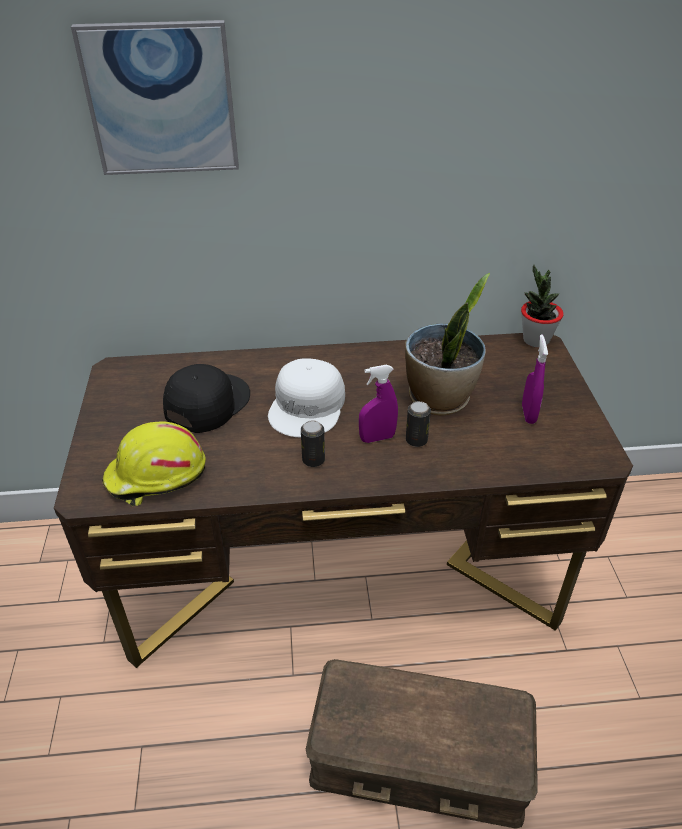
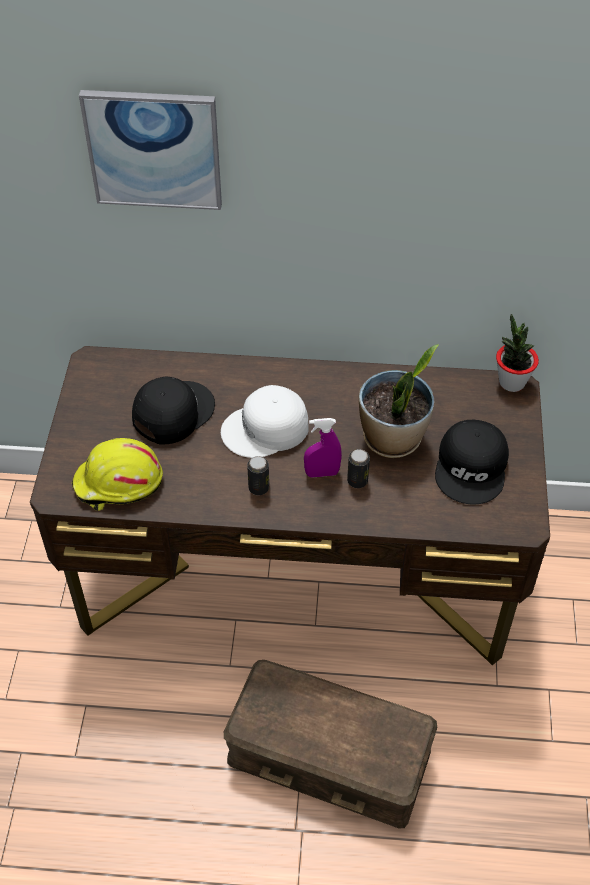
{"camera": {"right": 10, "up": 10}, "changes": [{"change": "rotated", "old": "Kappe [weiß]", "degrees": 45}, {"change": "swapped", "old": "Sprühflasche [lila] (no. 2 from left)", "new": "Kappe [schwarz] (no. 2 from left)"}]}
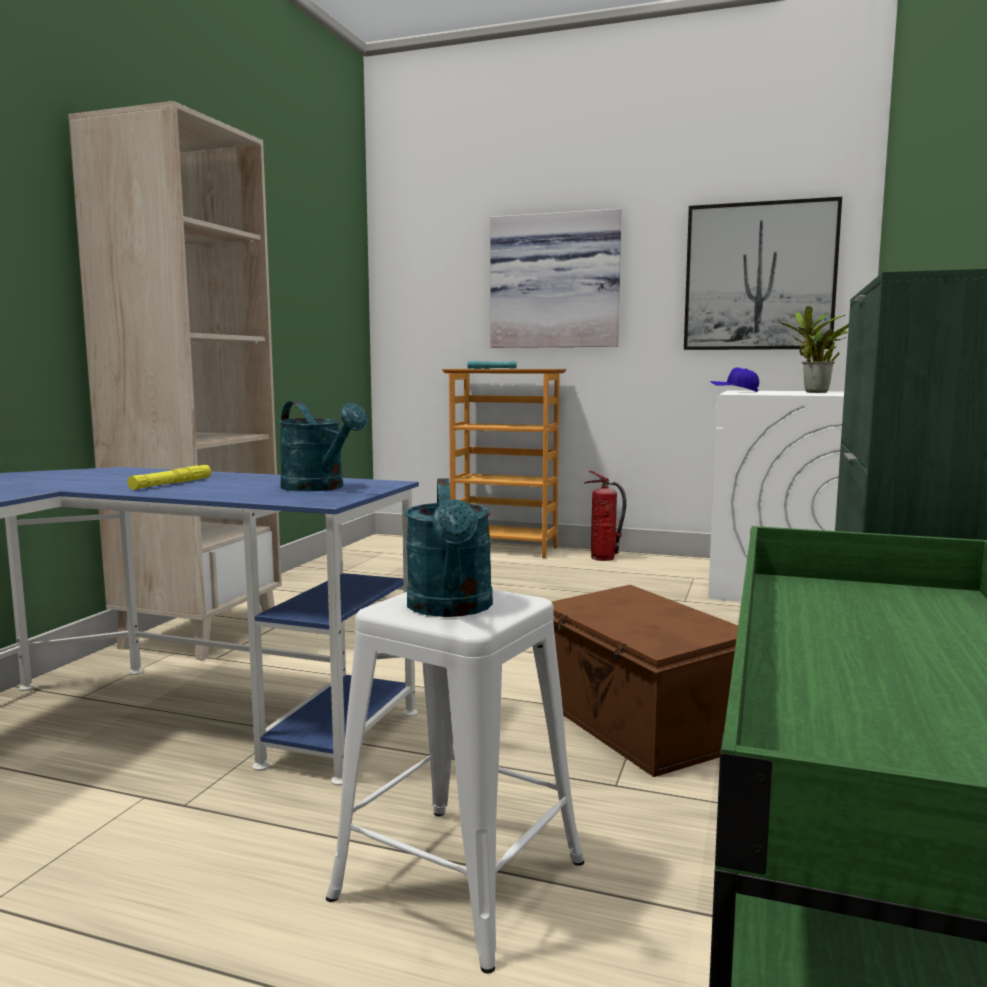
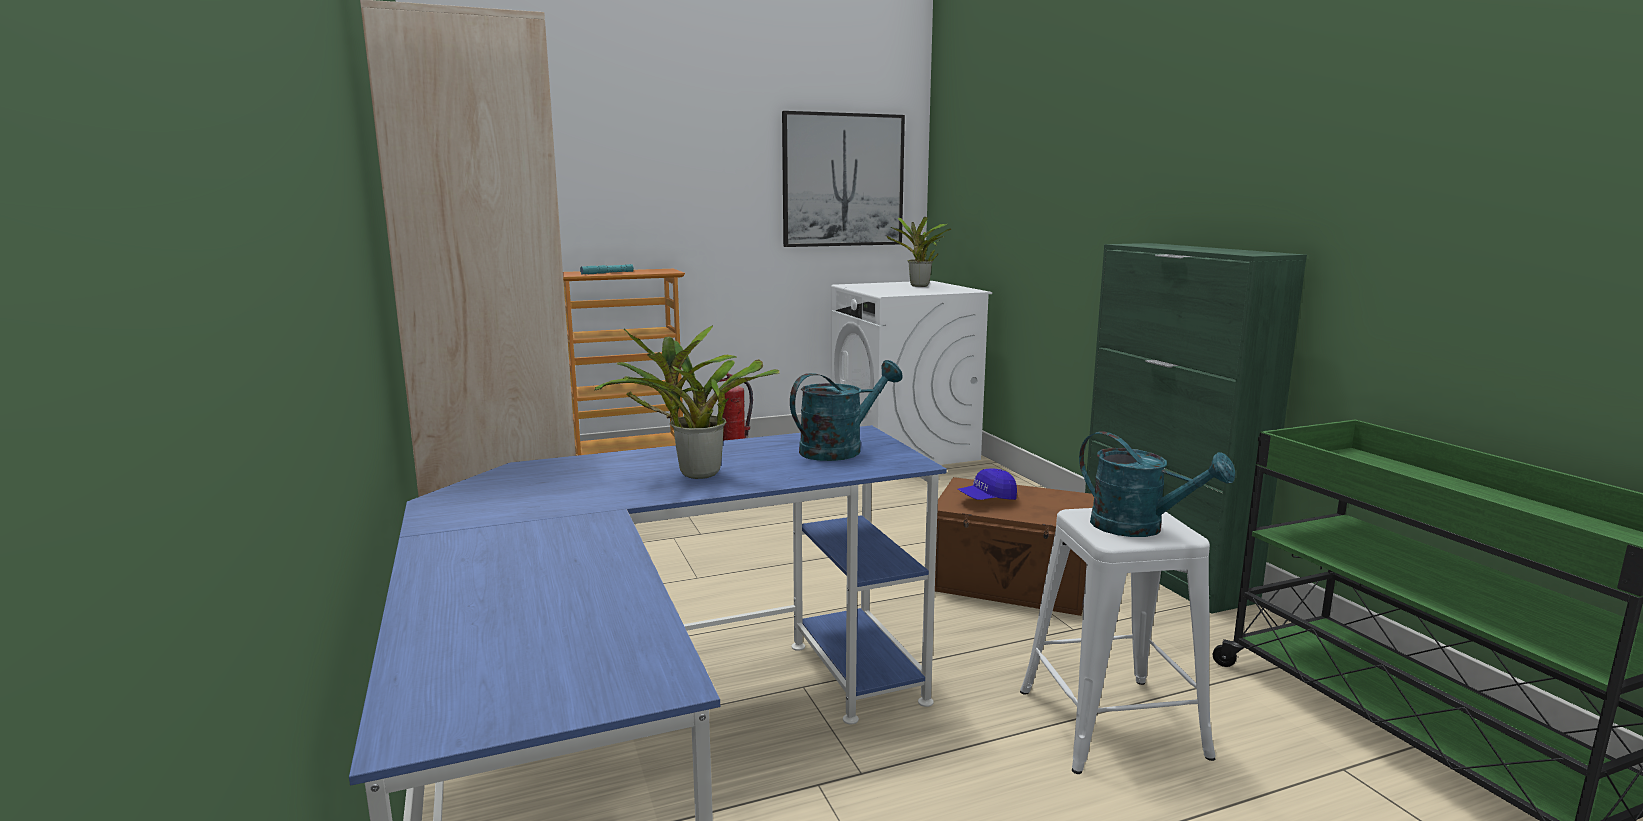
{"camera": {"right": -40, "up": 5}, "changes": [{"change": "swapped", "old": "Taschenlampe [gelb]", "new": "Topfpflanze (no. 1 from left)"}, {"change": "rotated", "old": "Gießkanne [türkis] (no. 1 from left)", "degrees": -45}, {"change": "gone", "old": "Bild (no. 1 from left)"}, {"change": "shifted", "old": "Kappe [blau]"}]}
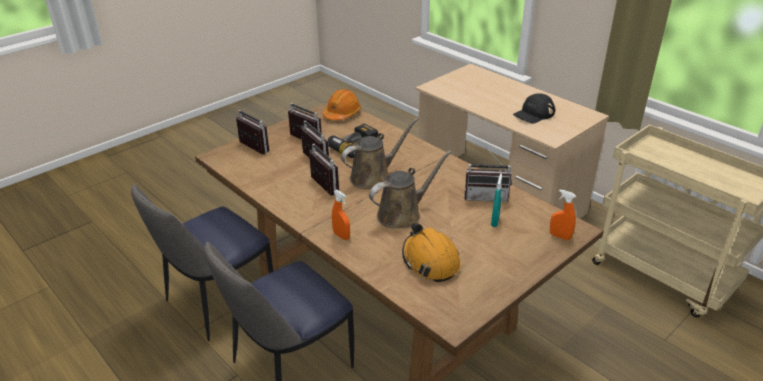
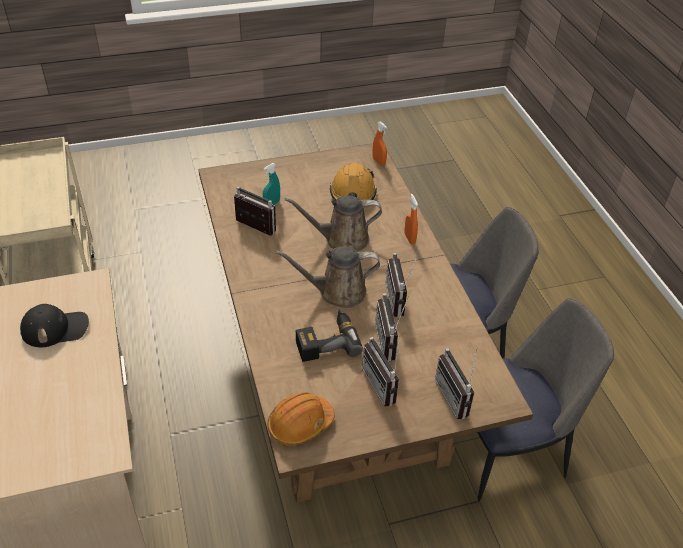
{"camera": {"right": -155, "up": 10}, "changes": [{"change": "shifted", "old": "Sprühflasche [orange] (no. 2 from left in the first image)", "new": "Sprühflasche [orange] (no. 1 from left)"}]}
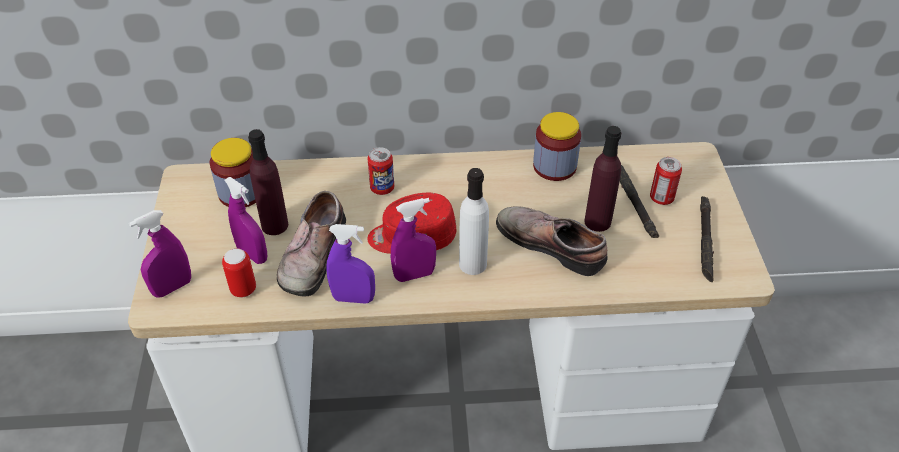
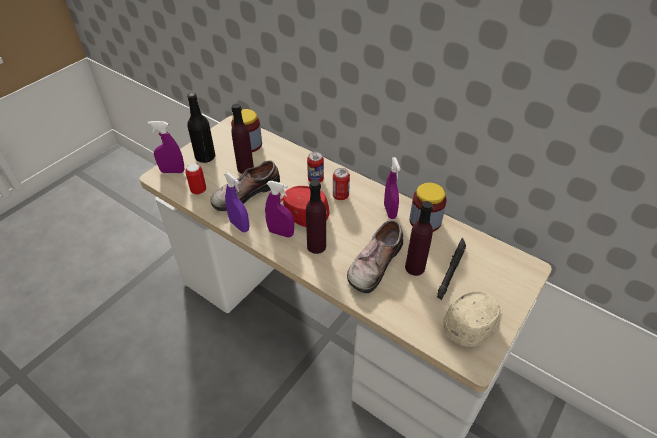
{"camera": {"right": 40, "up": 0}, "changes": [{"change": "shifted", "old": "Sprühflasche [lila] (no. 2 from left in the first image)", "new": "Sprühflasche [lila] (no. 4 from left)"}, {"change": "repainted", "old": "Flasche [weiß]", "new": "Flasche [lila] (no. 2 from left)"}, {"change": "rotated", "old": "Schuh (no. 2 from left)", "degrees": -135}, {"change": "shifted", "old": "Dose (no. 3 from left)"}, {"change": "swapped", "old": "Taschenlampe [schwarz] (no. 2 from left)", "new": "Kappe [beige]"}, {"change": "new", "new": "Flasche [schwarz]"}]}
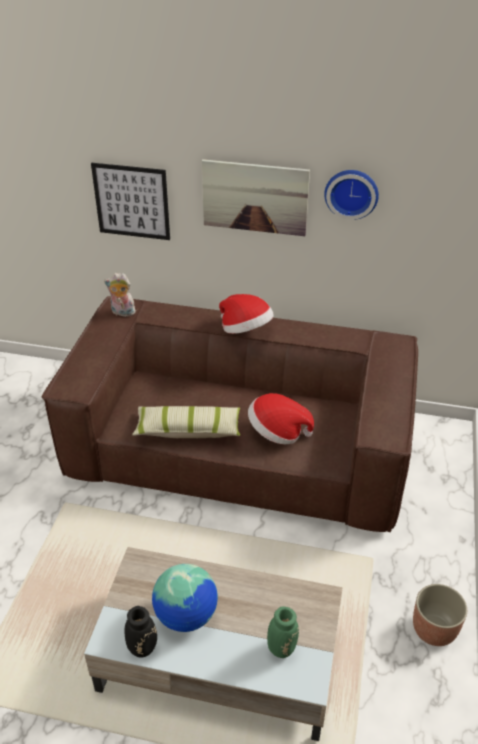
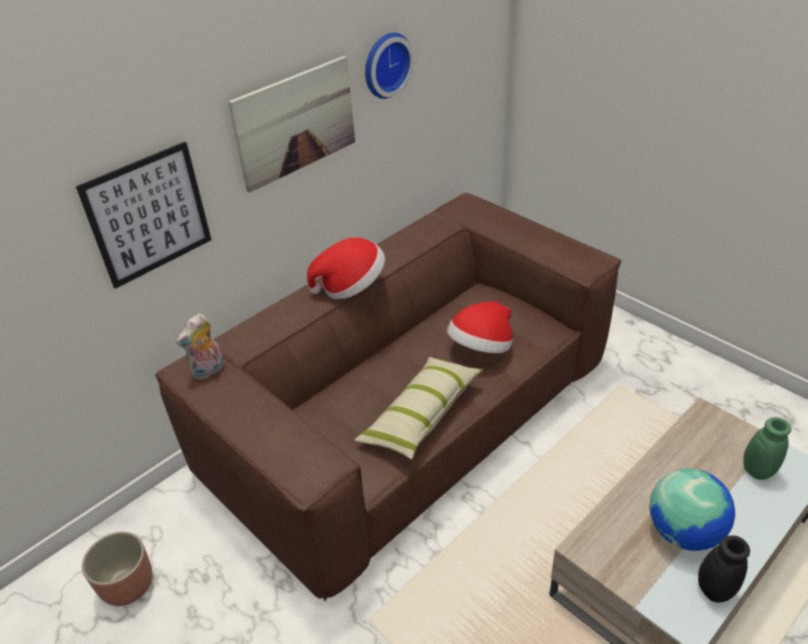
{"camera": {"right": -55, "up": 0}, "changes": [{"change": "shifted", "old": "Pflanzkübel"}]}
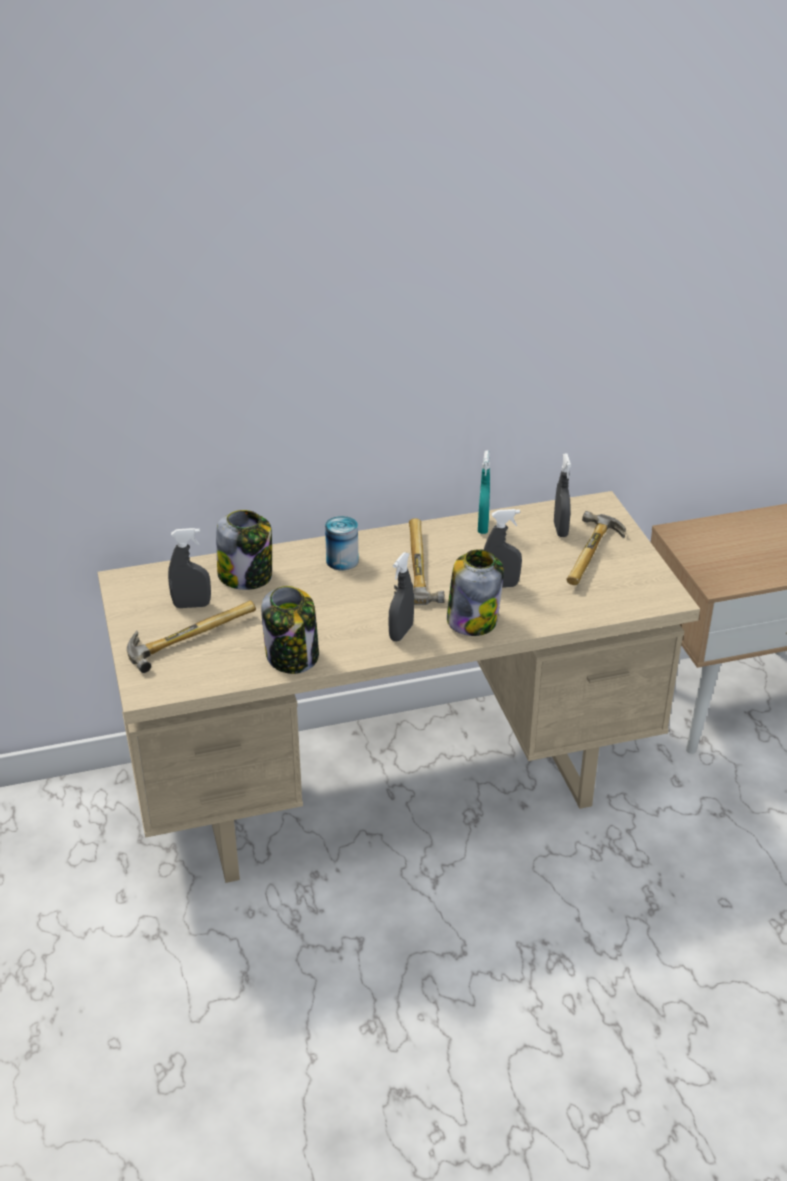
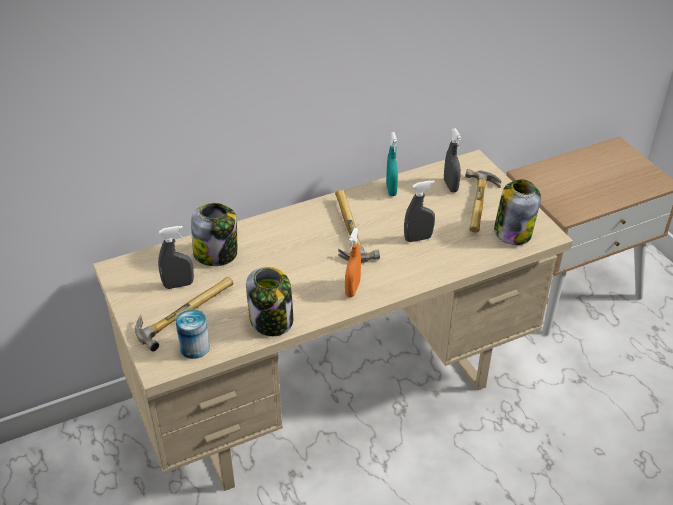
{"camera": {"right": -10, "up": 5}, "changes": [{"change": "shifted", "old": "Dose"}, {"change": "repainted", "old": "Sprühflasche [grau] (no. 2 from left)", "new": "Sprühflasche [orange]"}, {"change": "shifted", "old": "Vorratsglas (no. 3 from left)"}]}
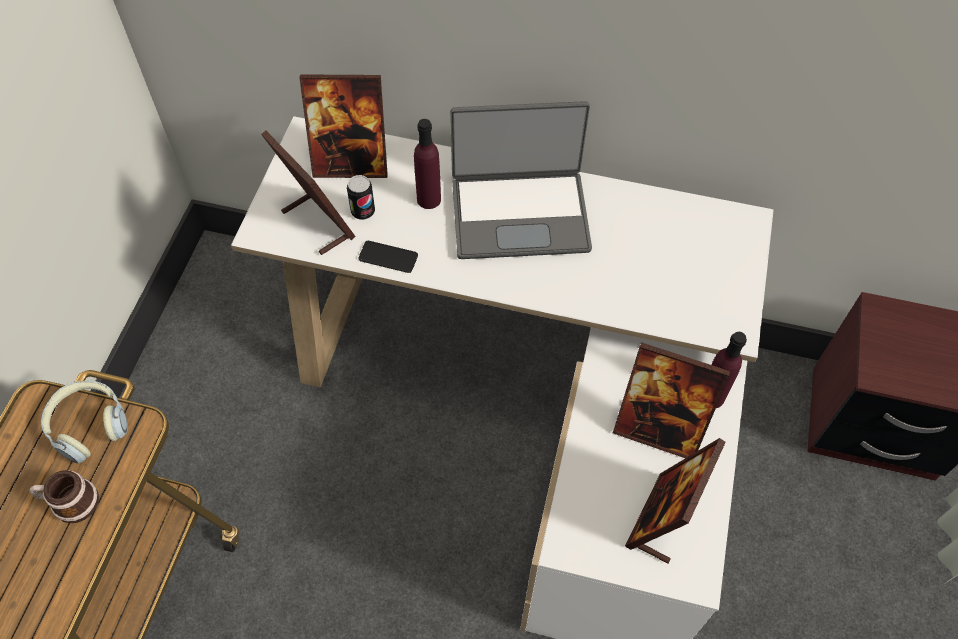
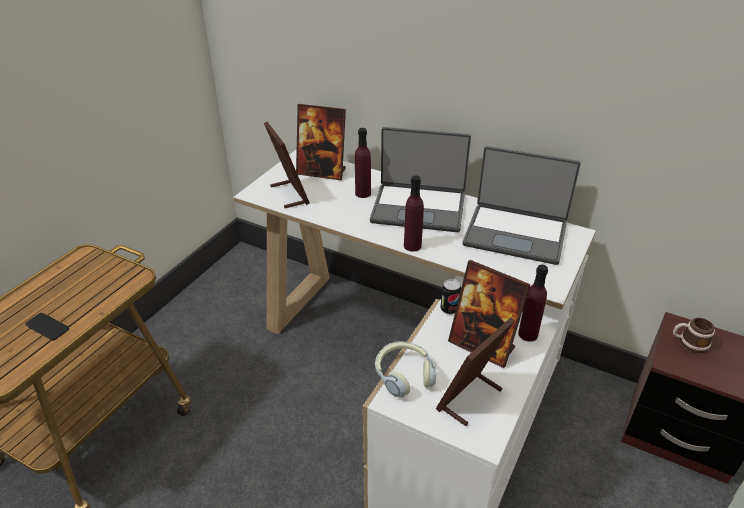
{"camera": {"right": 15, "up": -20}, "changes": [{"change": "shifted", "old": "Henkelbecher"}, {"change": "shifted", "old": "Kopfhörer"}, {"change": "shifted", "old": "Dose"}, {"change": "shifted", "old": "Handy"}, {"change": "new", "new": "Flasche [lila] (no. 2 from left)"}, {"change": "new", "new": "Laptop (no. 2 from left)"}]}
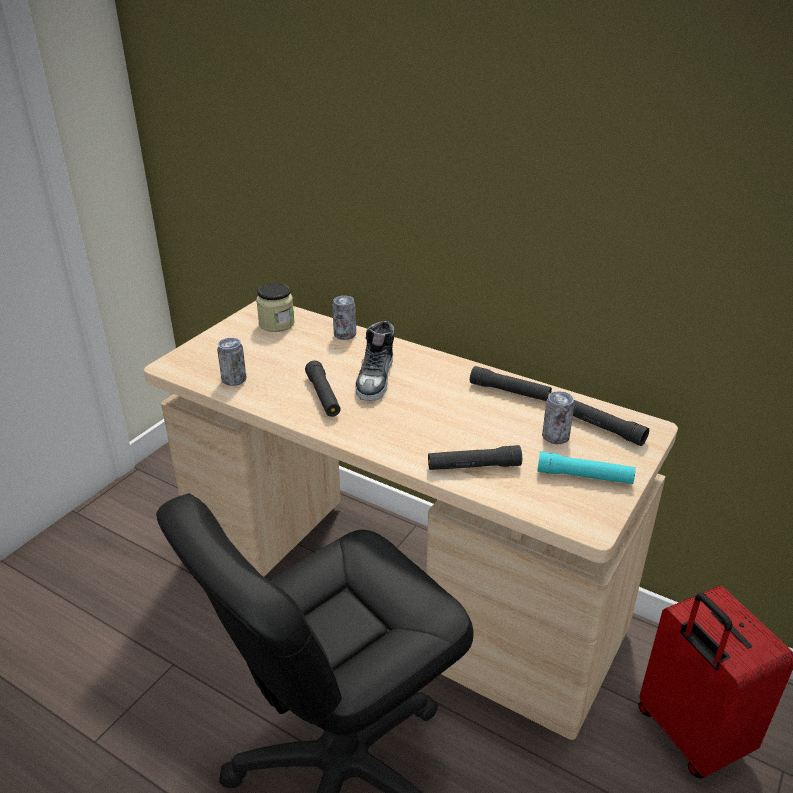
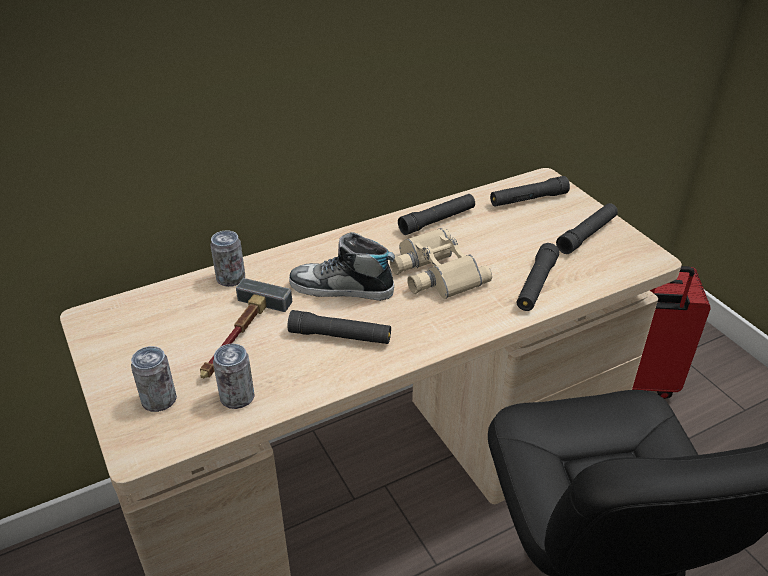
{"camera": {"right": -60, "up": 5}, "changes": [{"change": "gone", "old": "Vorratsglas"}, {"change": "rotated", "old": "Schuh", "degrees": 150}, {"change": "repainted", "old": "Taschenlampe [türkis]", "new": "Taschenlampe [schwarz] (no. 5 from left)"}, {"change": "shifted", "old": "Dose (no. 3 from left in the first image)", "new": "Dose (no. 1 from left)"}, {"change": "new", "new": "Hammer"}, {"change": "new", "new": "Fernglas [beige]"}]}
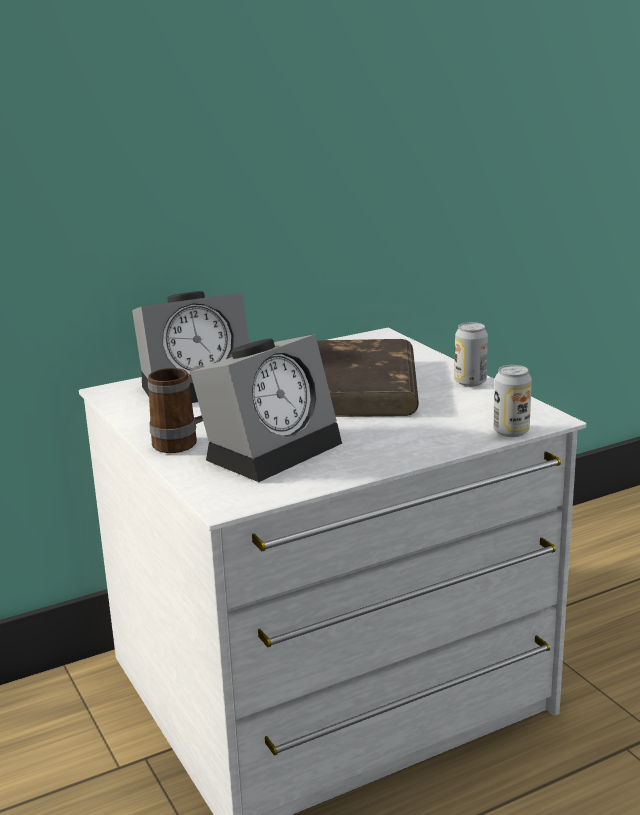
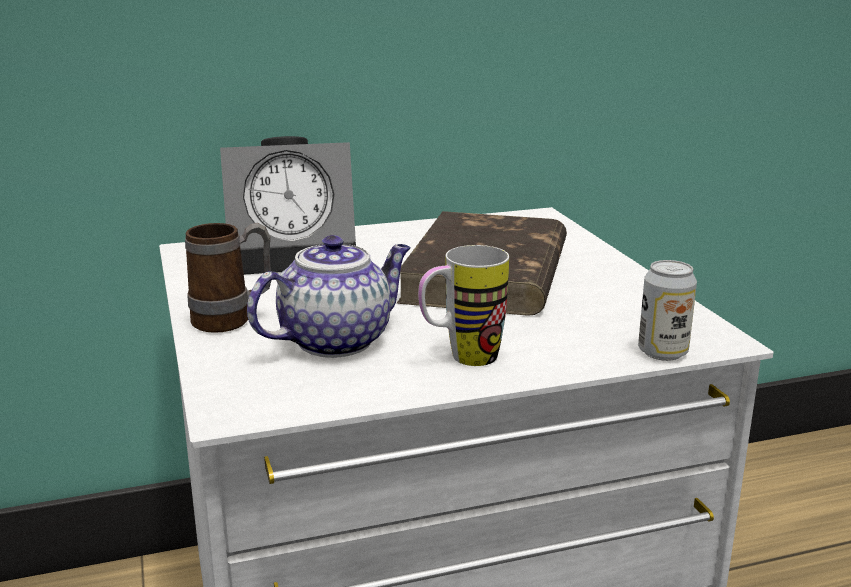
{"camera": {"right": 10, "up": 0}, "changes": [{"change": "swapped", "old": "Wecker (no. 2 from left)", "new": "Teekanne"}, {"change": "gone", "old": "Dose (no. 1 from left)"}, {"change": "new", "new": "Henkelbecher (no. 2 from left)"}]}
